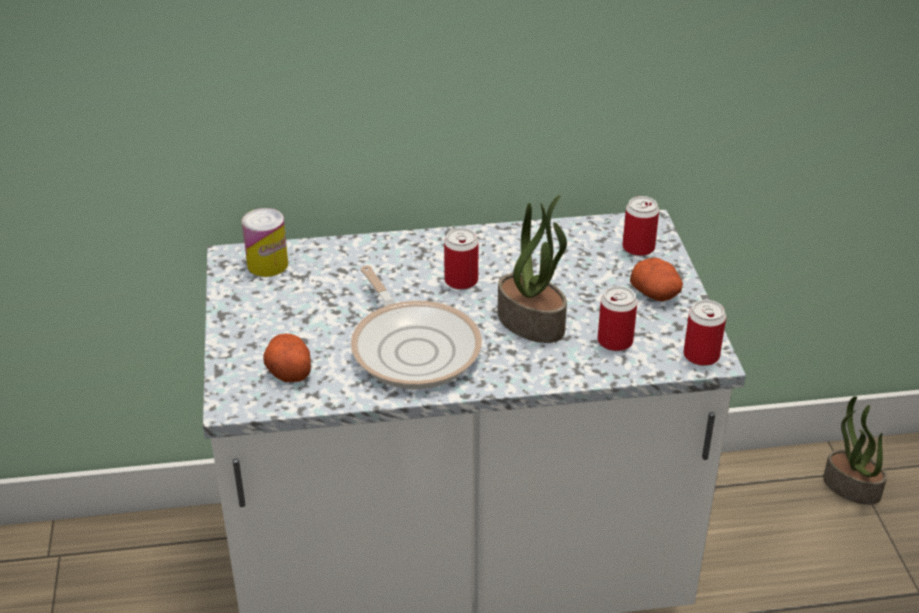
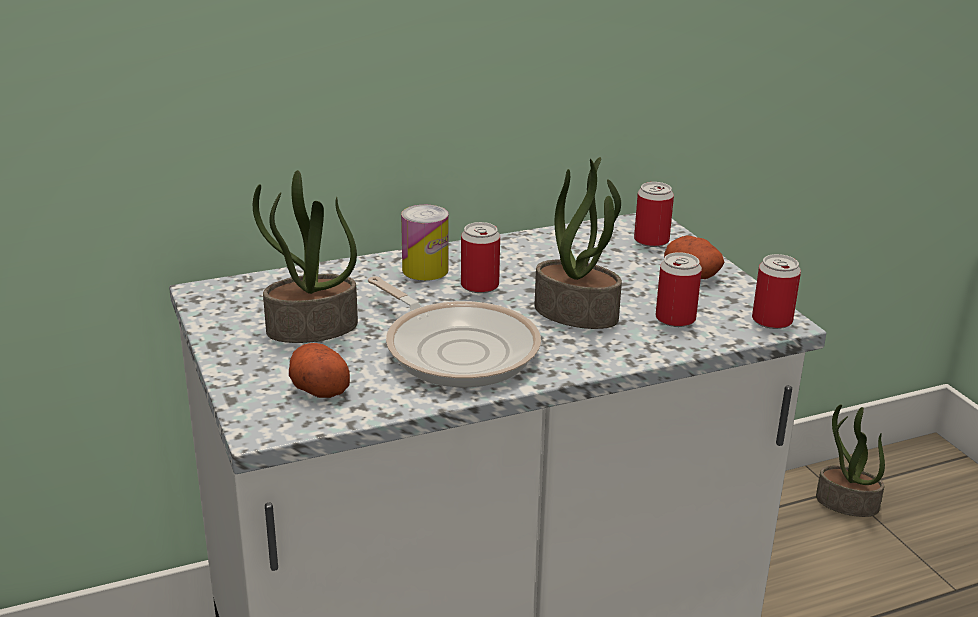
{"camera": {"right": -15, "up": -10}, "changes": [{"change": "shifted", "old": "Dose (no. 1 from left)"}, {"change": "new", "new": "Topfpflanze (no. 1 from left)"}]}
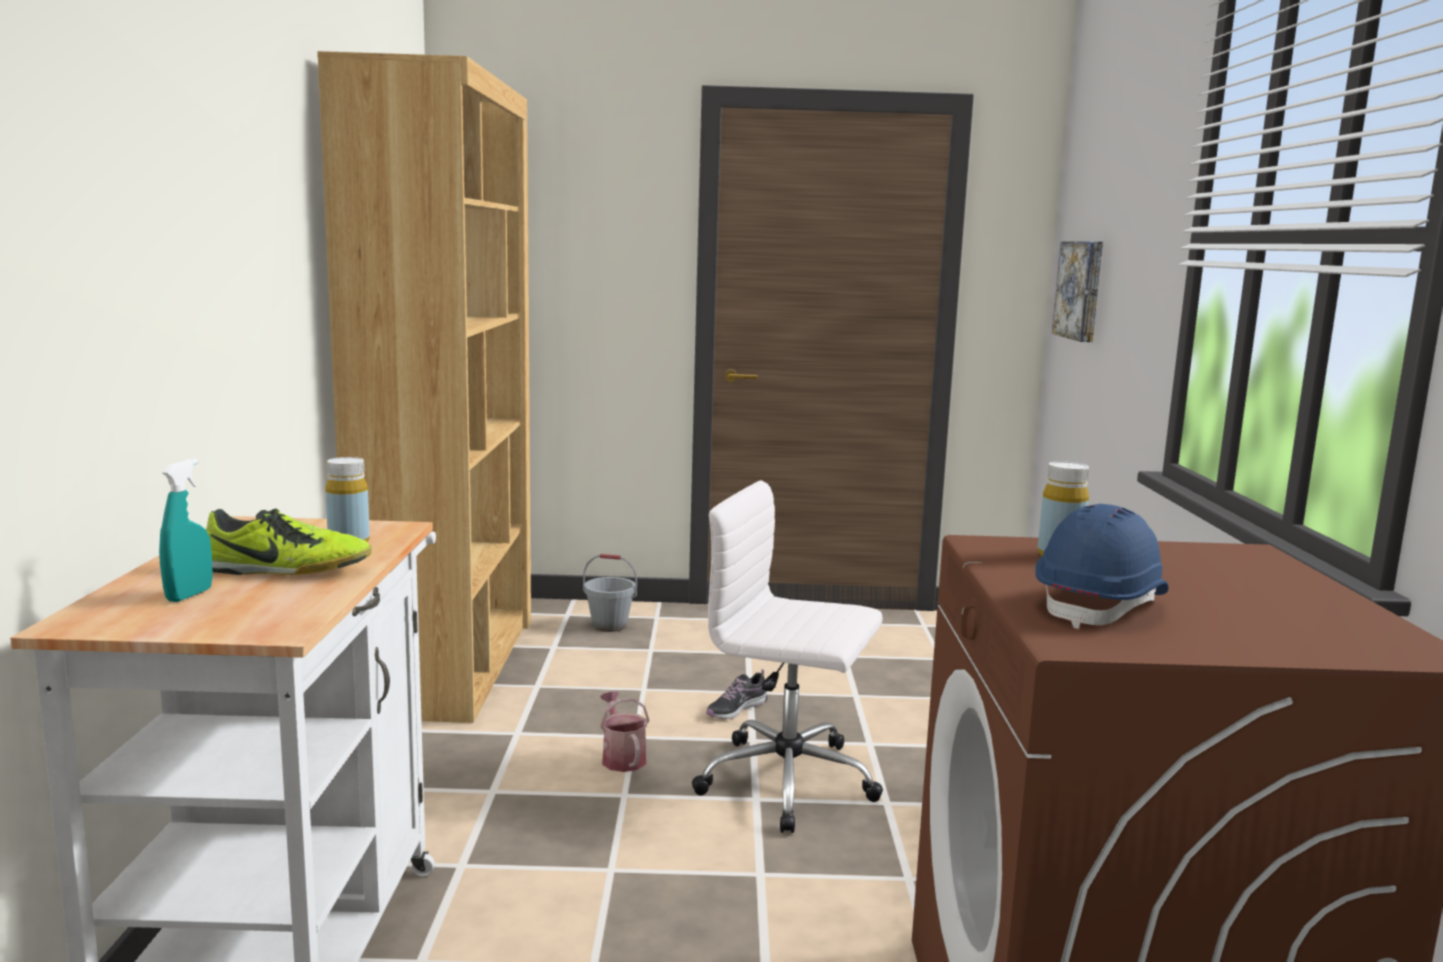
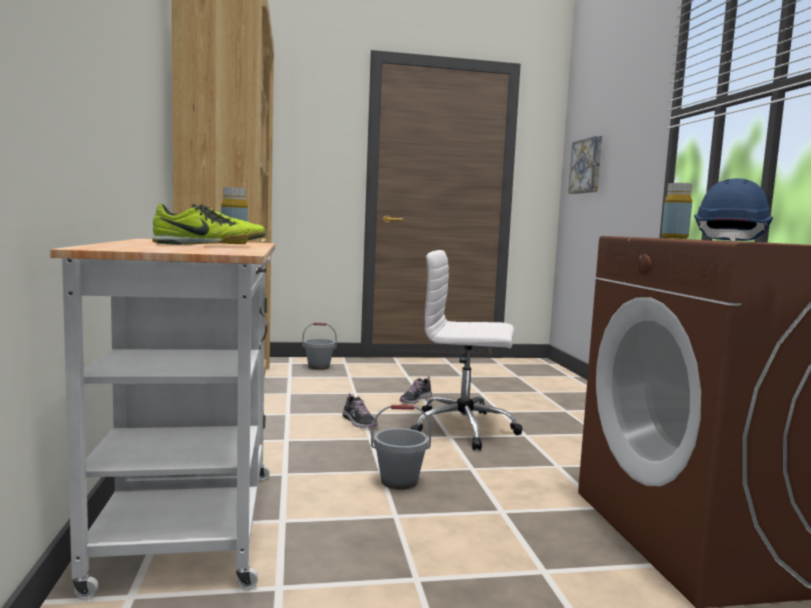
{"camera": {"right": -10, "up": -5}, "changes": [{"change": "gone", "old": "Sprühflasche [türkis]"}, {"change": "swapped", "old": "Gießkanne", "new": "Schuh (no. 2 from left)"}, {"change": "new", "new": "Eimer [grau] (no. 2 from left)"}]}
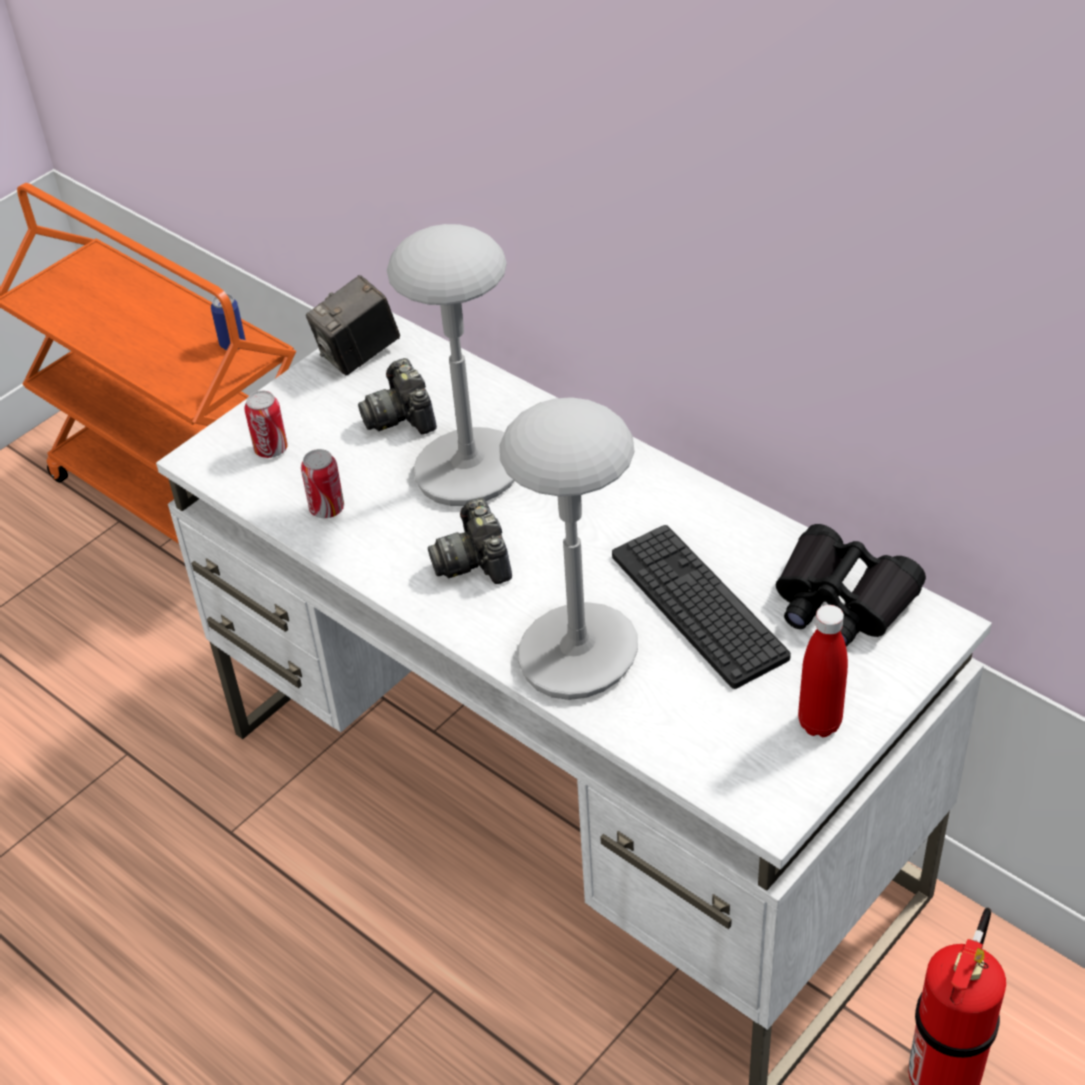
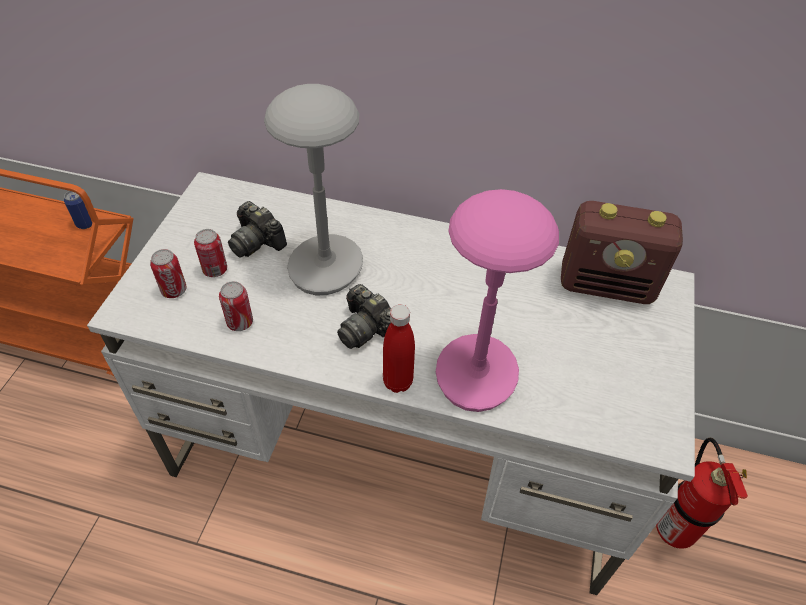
{"camera": {"right": -30, "up": 5}, "changes": [{"change": "gone", "old": "Kamera (no. 1 from left)"}, {"change": "repainted", "old": "Tischlampe [grau] (no. 2 from left)", "new": "Tischlampe [rosa]"}, {"change": "gone", "old": "Tastatur"}, {"change": "swapped", "old": "Fernglas [schwarz]", "new": "Radio"}, {"change": "shifted", "old": "Flasche [rot]"}, {"change": "new", "new": "Dose (no. 3 from left)"}]}
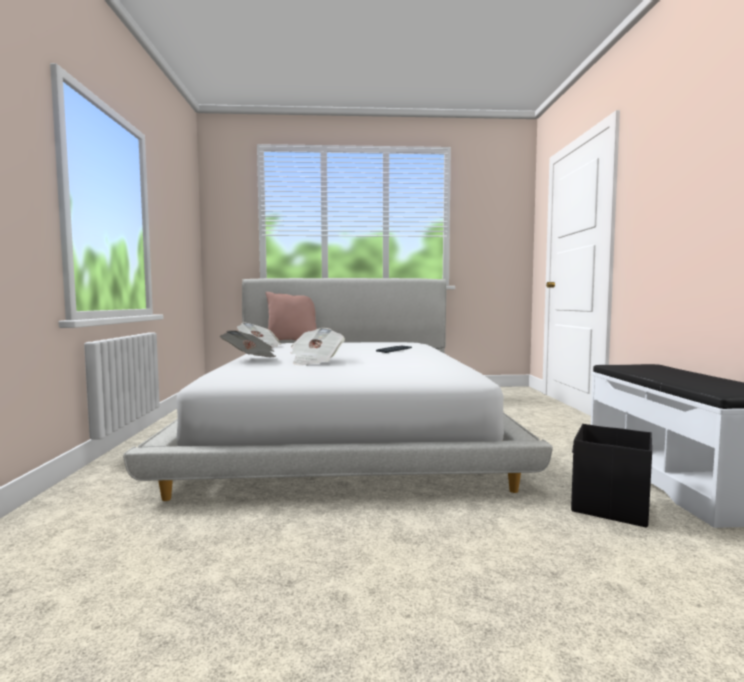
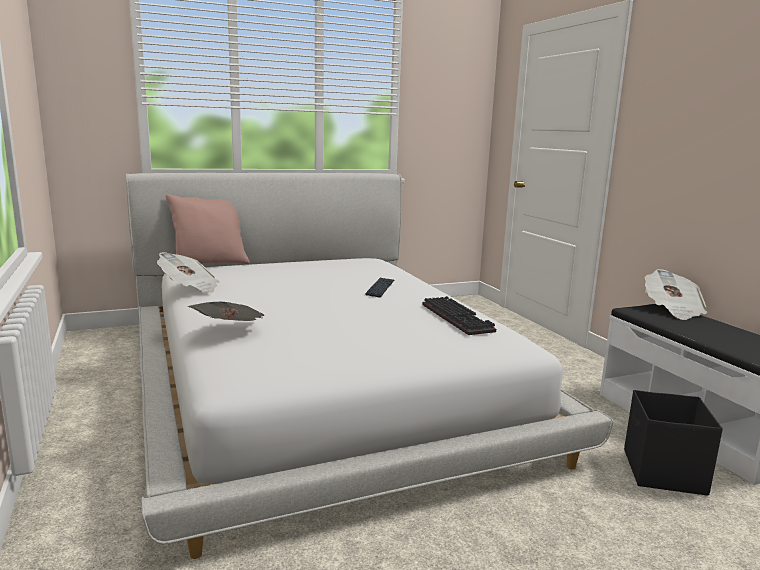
{"camera": {"right": -20, "up": 10}, "changes": [{"change": "shifted", "old": "Zeitung (no. 3 from left)"}, {"change": "new", "new": "Tastatur (no. 2 from left)"}]}
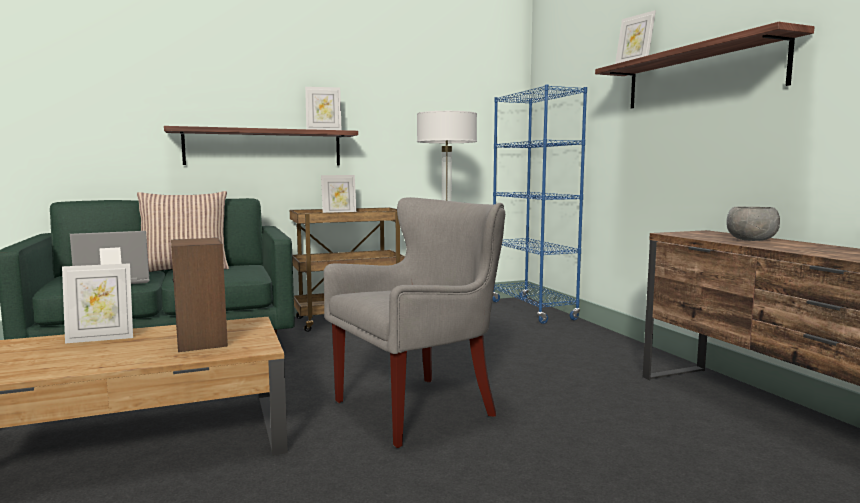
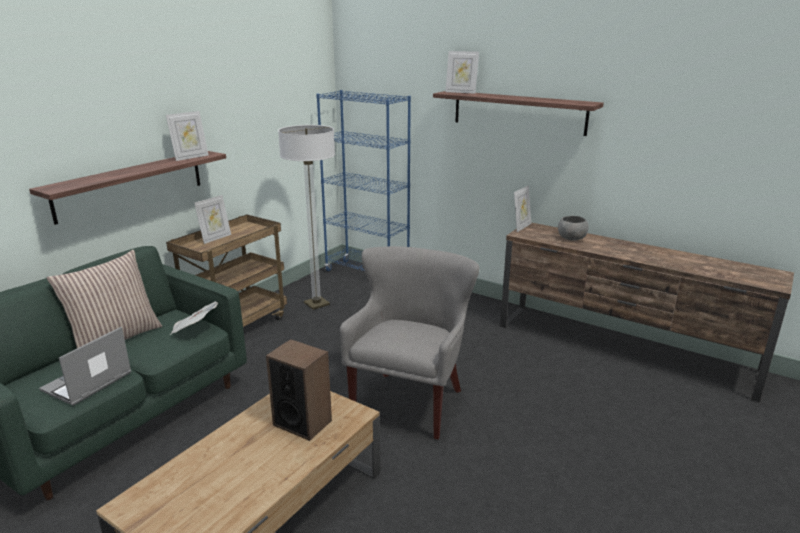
{"camera": {"right": -35, "up": 15}, "changes": [{"change": "shifted", "old": "Bilderrahmen (no. 1 from left in the first image)", "new": "Bilderrahmen (no. 4 from left)"}, {"change": "new", "new": "Zeitung"}]}
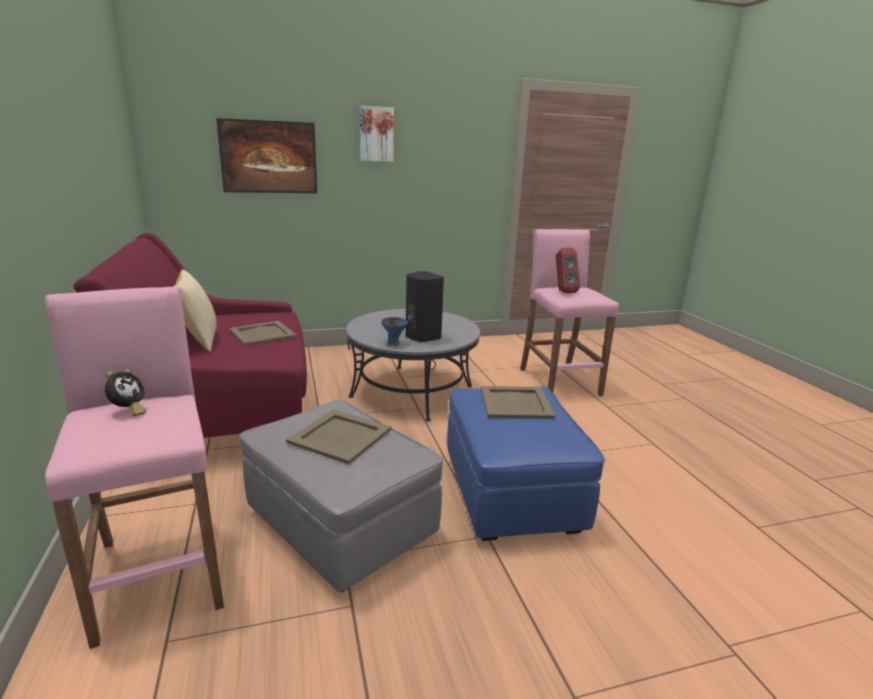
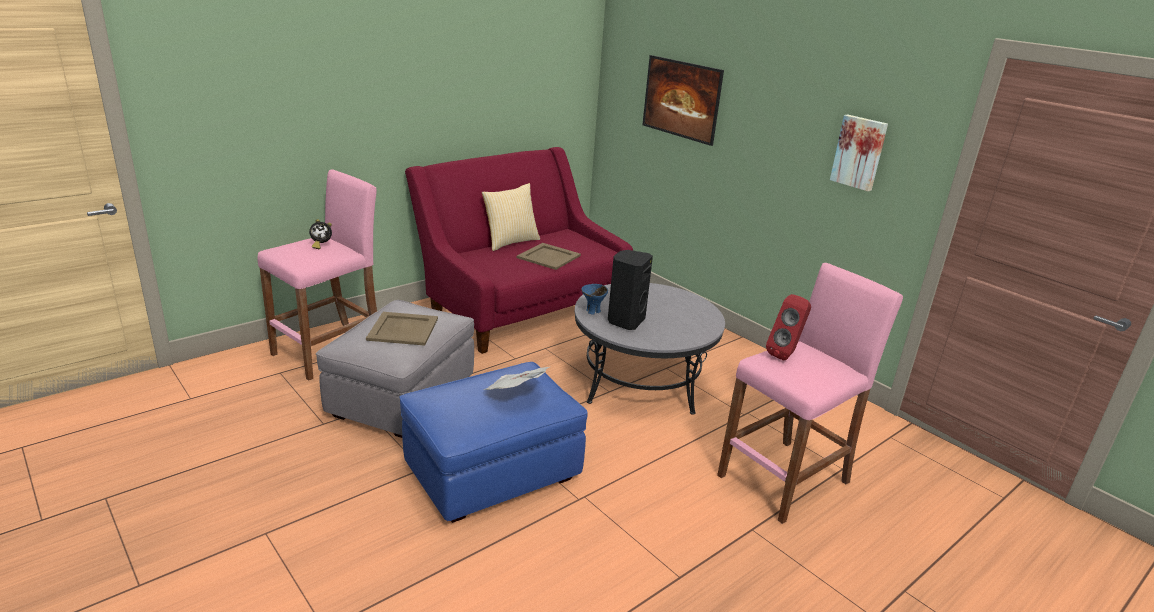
{"camera": {"right": 65, "up": 5}, "changes": [{"change": "shifted", "old": "Bild (no. 2 from left)"}, {"change": "swapped", "old": "Tablett [beige] (no. 3 from left)", "new": "Zeitung"}]}
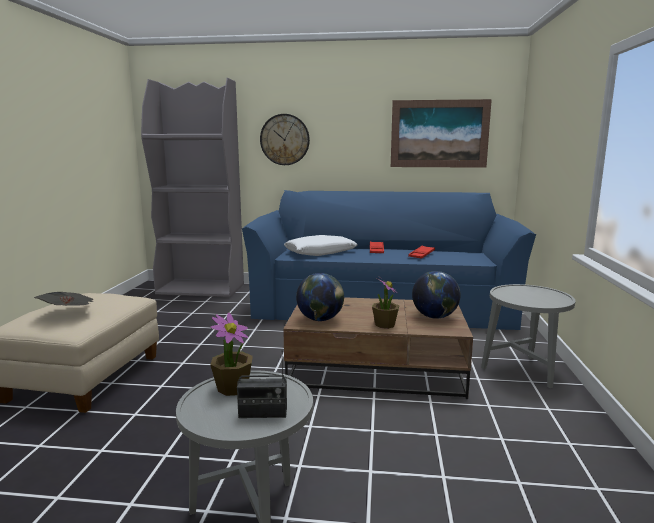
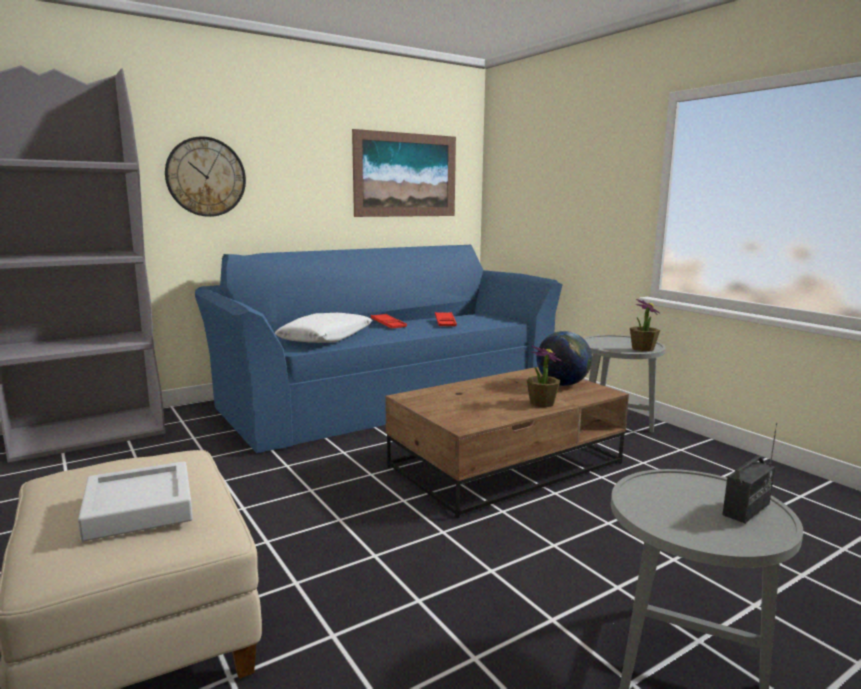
{"camera": {"right": -40, "up": 0}, "changes": [{"change": "swapped", "old": "Zeitung", "new": "Tablett [grau]"}, {"change": "shifted", "old": "Topfpflanze (no. 1 from left in the first image)", "new": "Topfpflanze (no. 2 from left)"}, {"change": "gone", "old": "Globus (no. 1 from left)"}]}
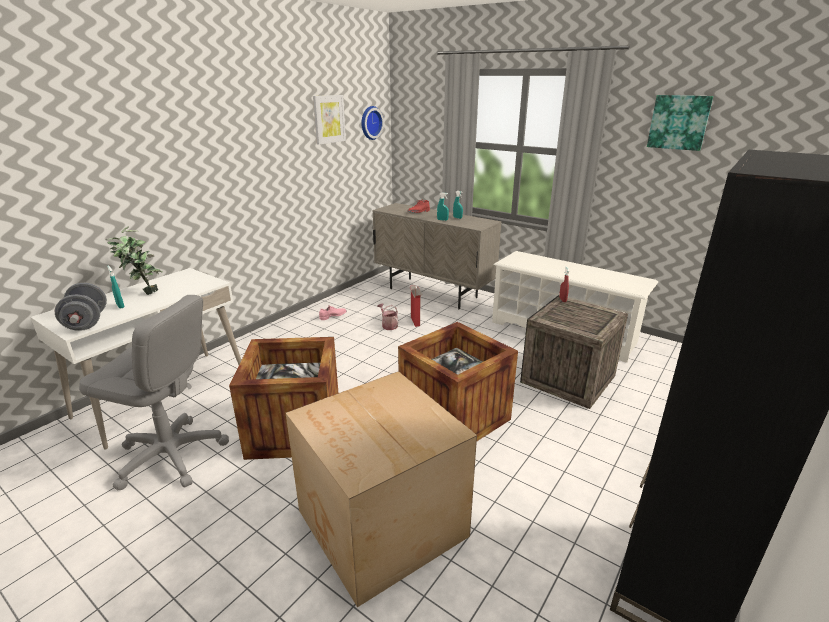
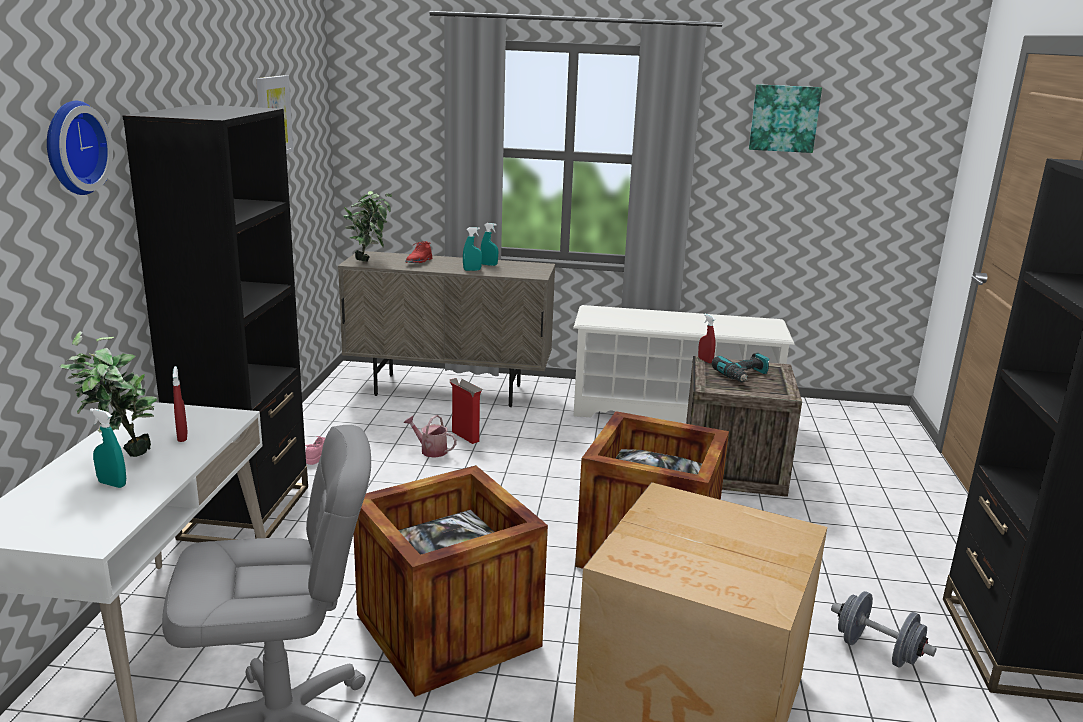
{"camera": {"right": -30, "up": -5}, "changes": [{"change": "shifted", "old": "Hantel [grau]"}, {"change": "shifted", "old": "Wanduhr"}, {"change": "new", "new": "Bücherregal [schwarz] (no. 1 from left)"}, {"change": "new", "new": "Sprühflasche [rot] (no. 1 from left)"}, {"change": "new", "new": "Topfpflanze (no. 2 from left)"}, {"change": "new", "new": "Bohrmaschine"}]}
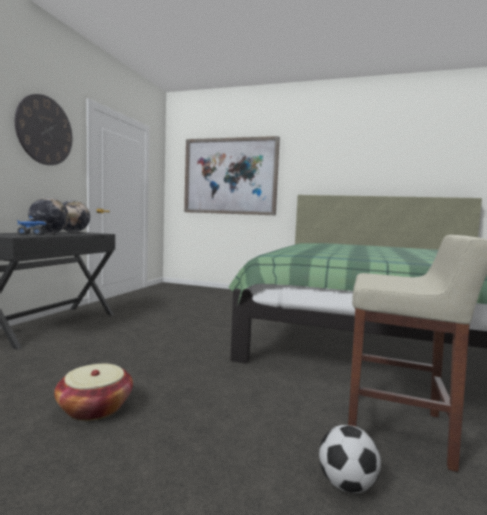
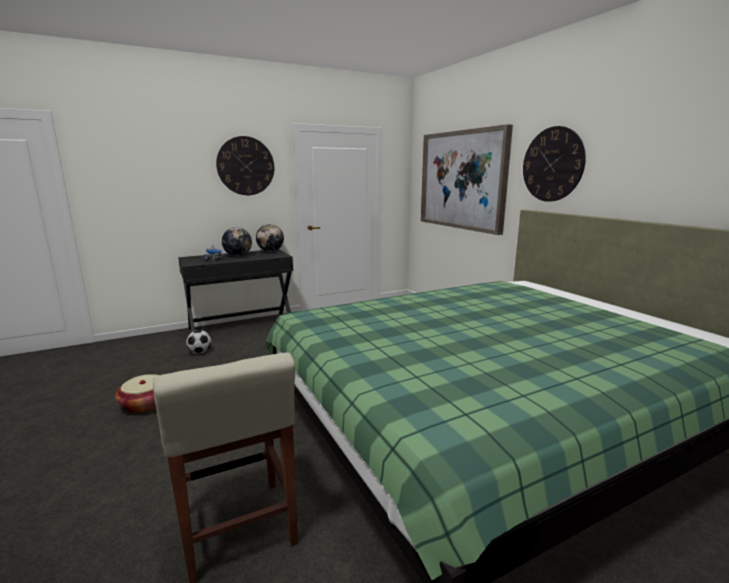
{"camera": {"right": 45, "up": 10}, "changes": [{"change": "shifted", "old": "Fußball"}, {"change": "new", "new": "Wanduhr (no. 2 from left)"}]}
